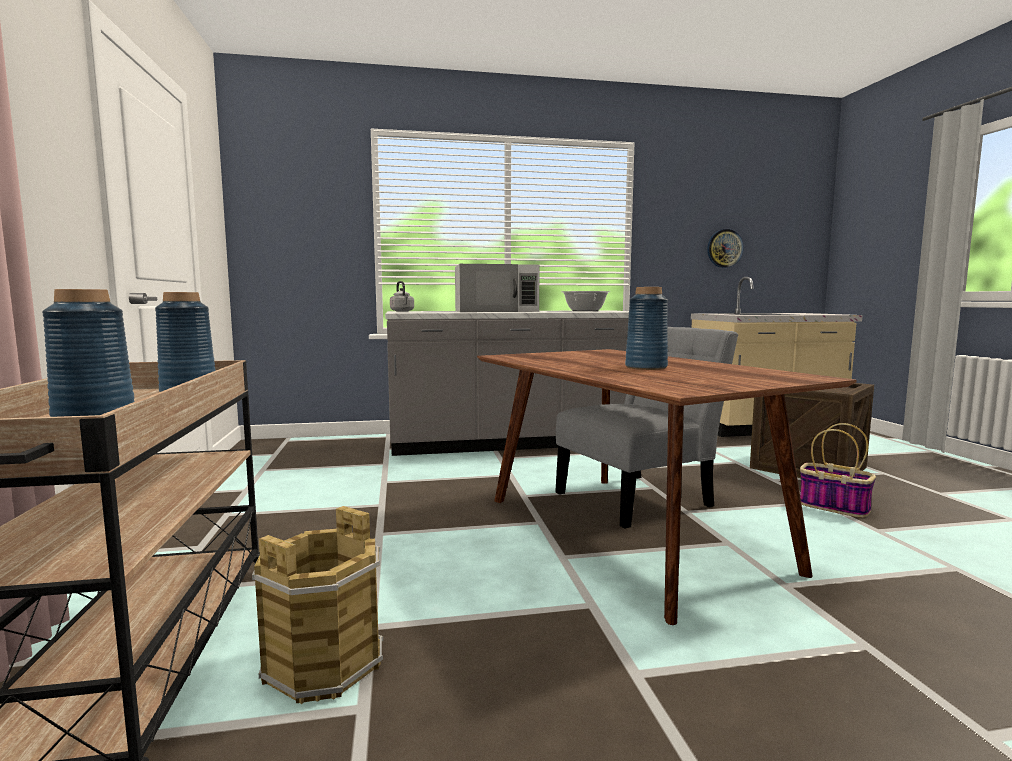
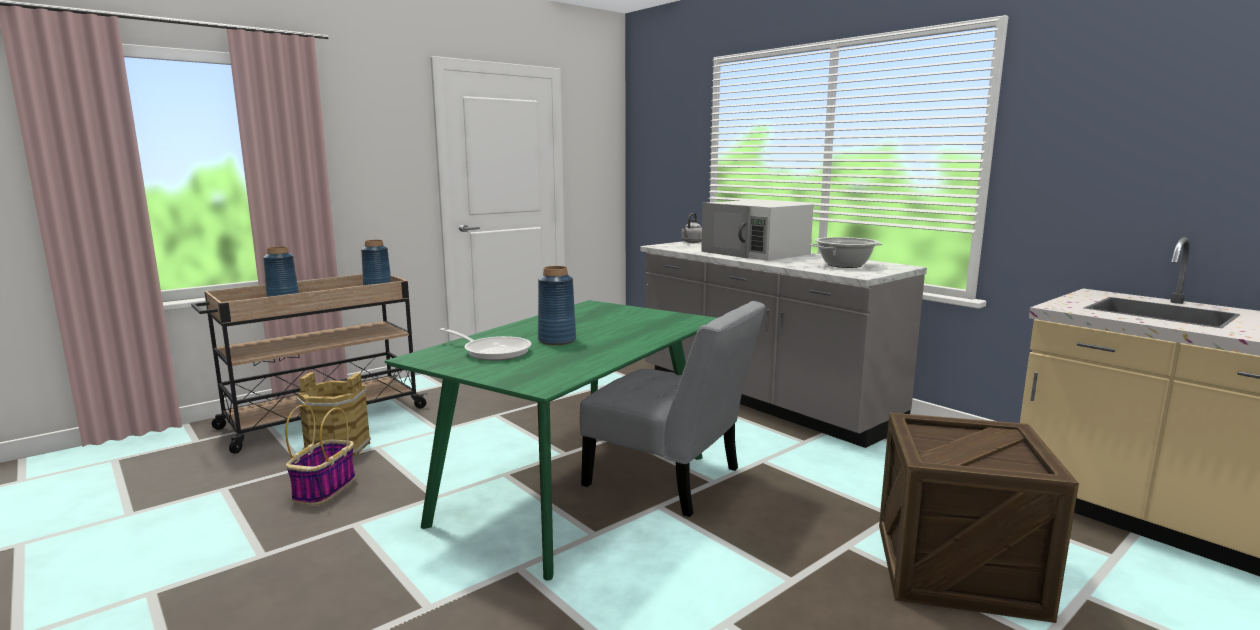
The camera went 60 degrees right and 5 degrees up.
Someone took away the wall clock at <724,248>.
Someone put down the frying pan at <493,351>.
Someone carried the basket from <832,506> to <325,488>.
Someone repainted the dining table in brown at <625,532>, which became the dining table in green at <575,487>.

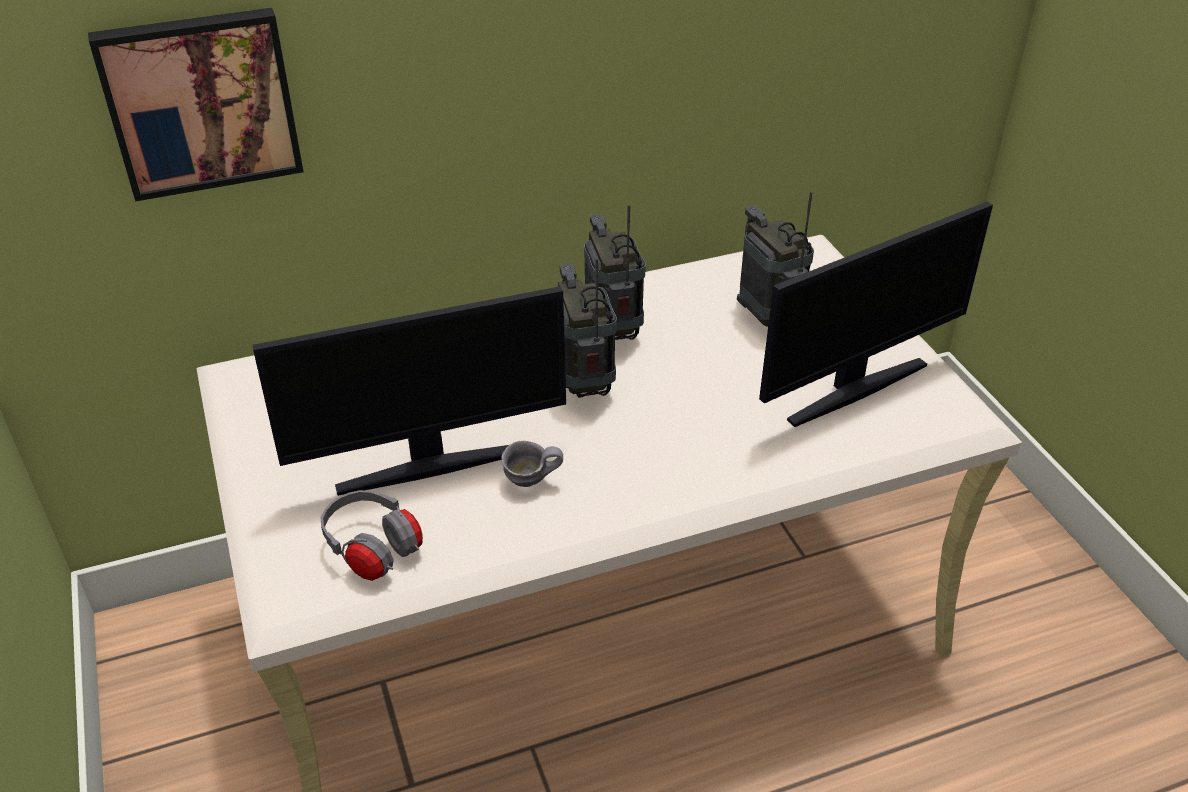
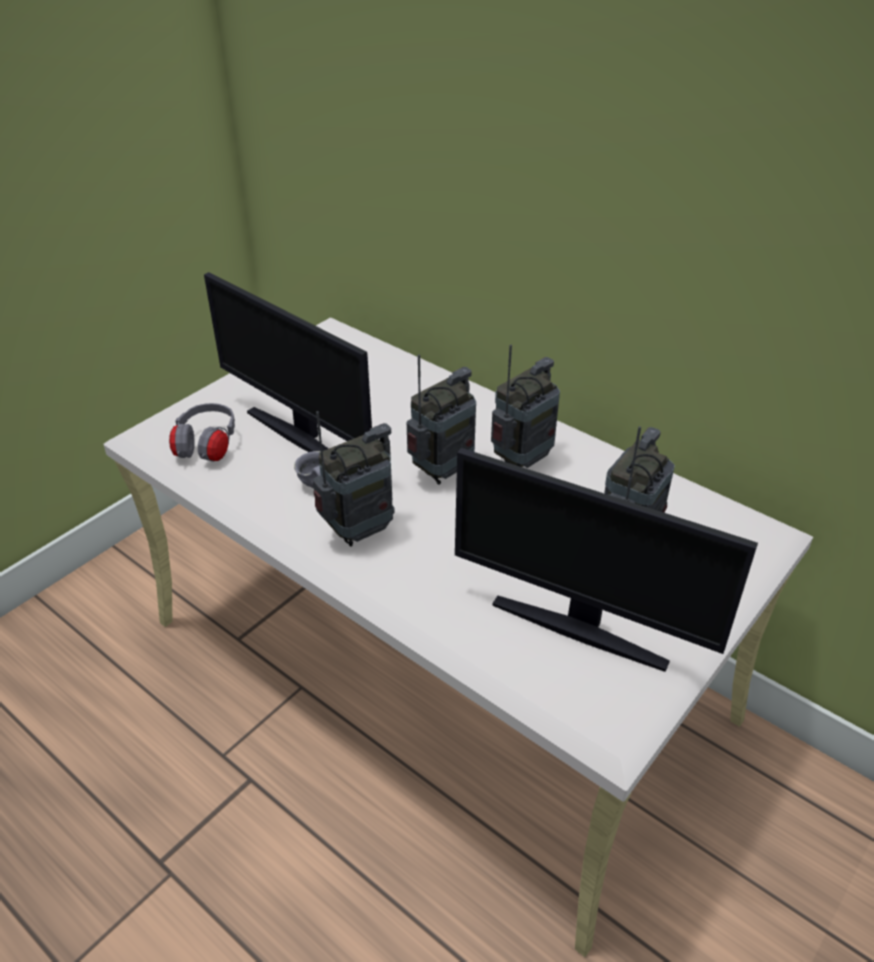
The camera went 60 degrees right and 0 degrees up.
Someone took away the picture at <201,102>.
Someone put down the radio at <360,532>.

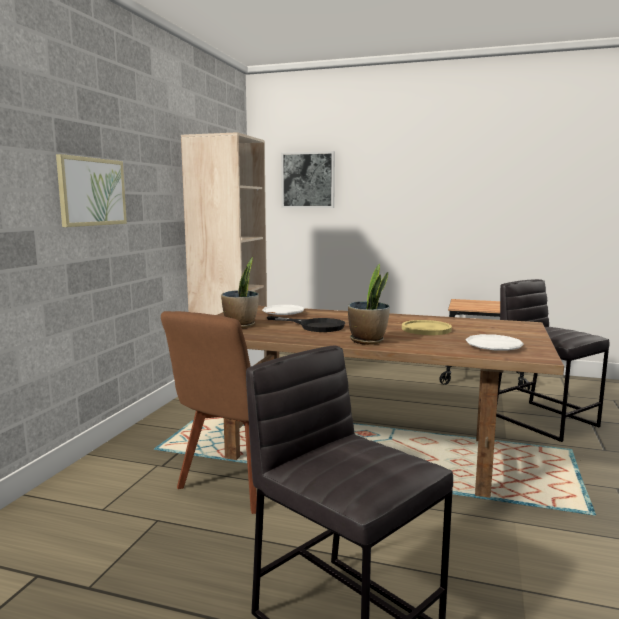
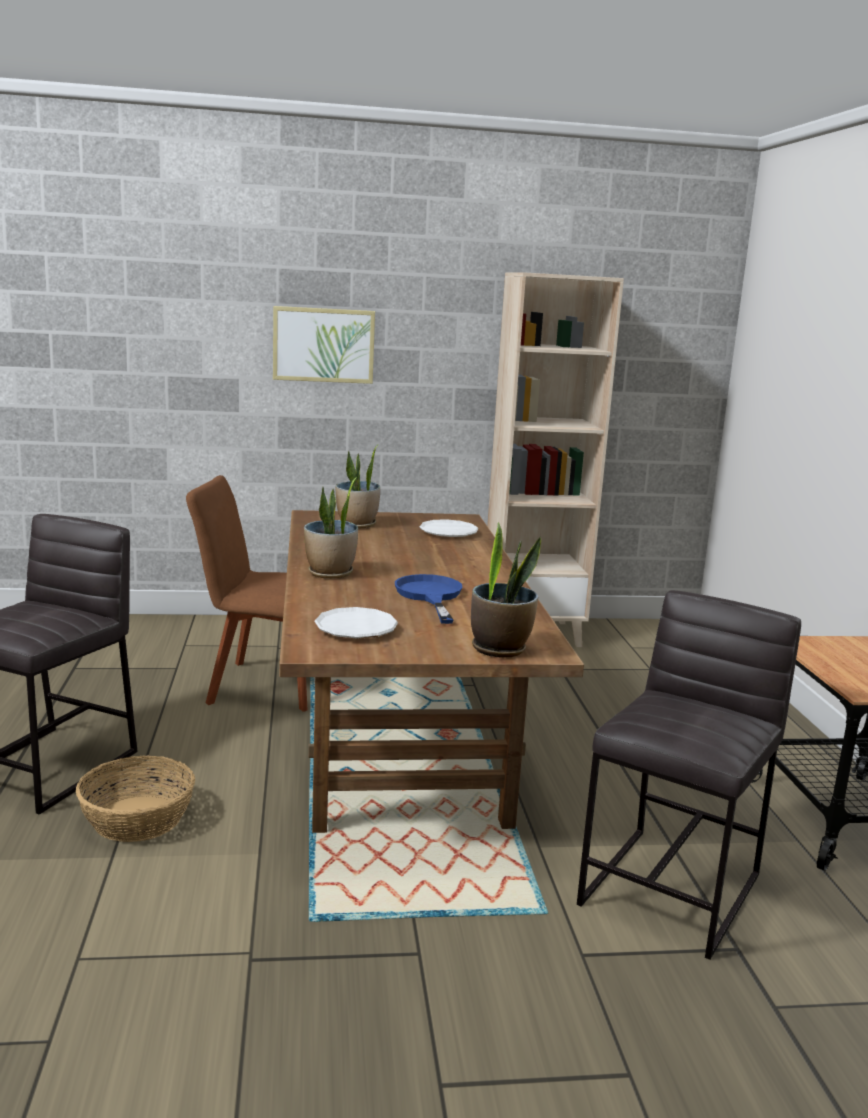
The camera went 65 degrees right and 5 degrees up.
Someone took away the frying pan in black at <315,326>.
Someone took away the picture at <308,180>.
Someone put down the basket at <137,818>.
Someone put down the potted plant at <500,648>.
Someone swapped the plate in yellow at <426,329> for the frying pan in blue at <430,596>.

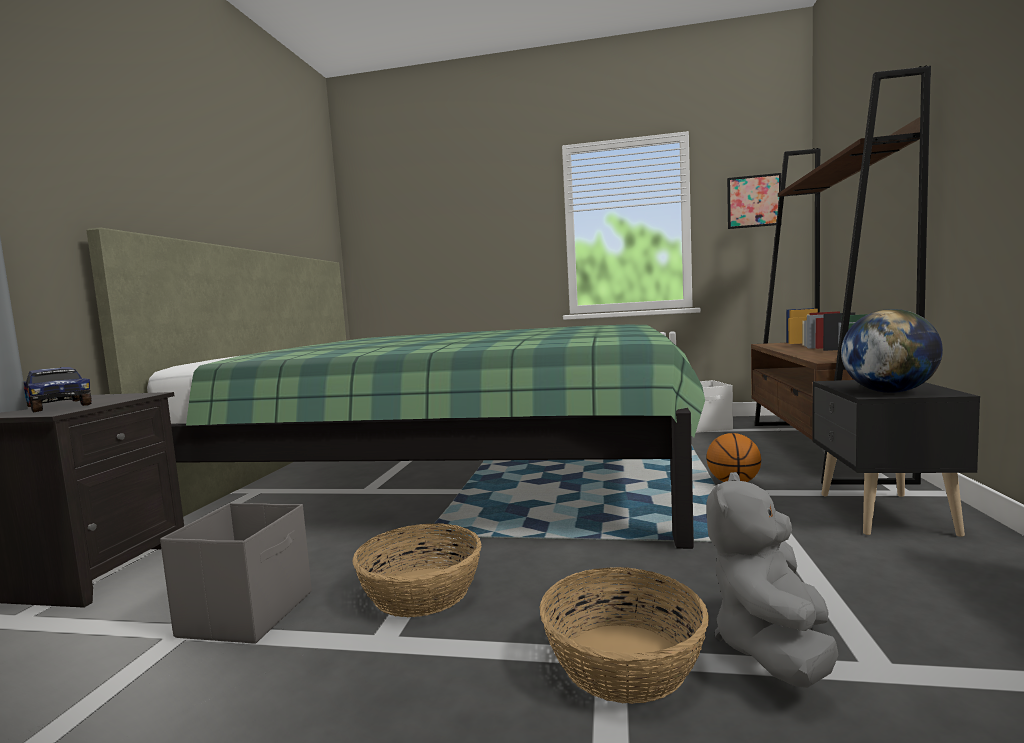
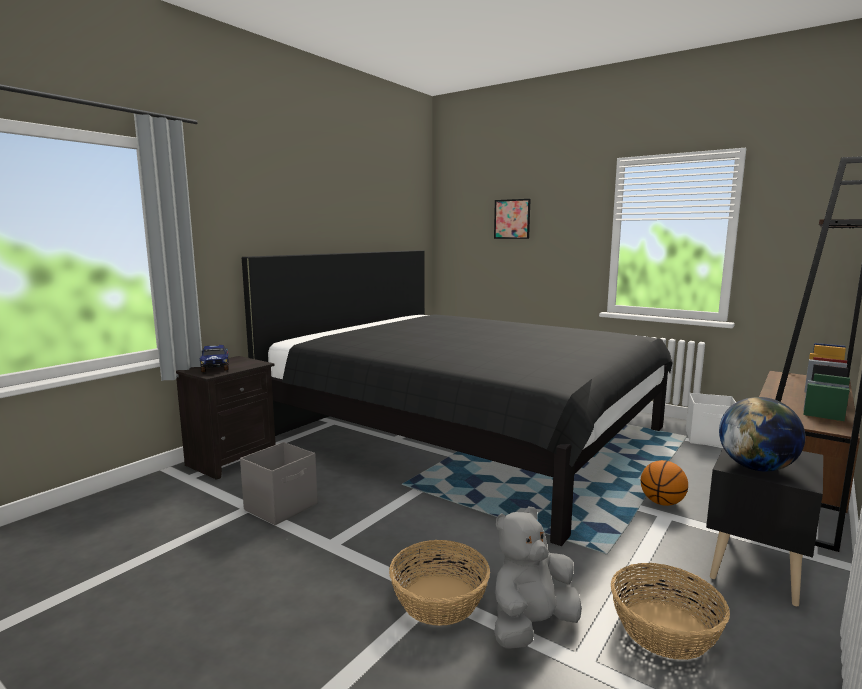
The camera went 25 degrees right and 5 degrees up.
Someone carried the basket from <422,592> to <665,630>.
Someone carried the picture from <753,201> to <512,219>.
Someone repainted the bed in green at <457,468>, which became the bed in black at <466,434>.

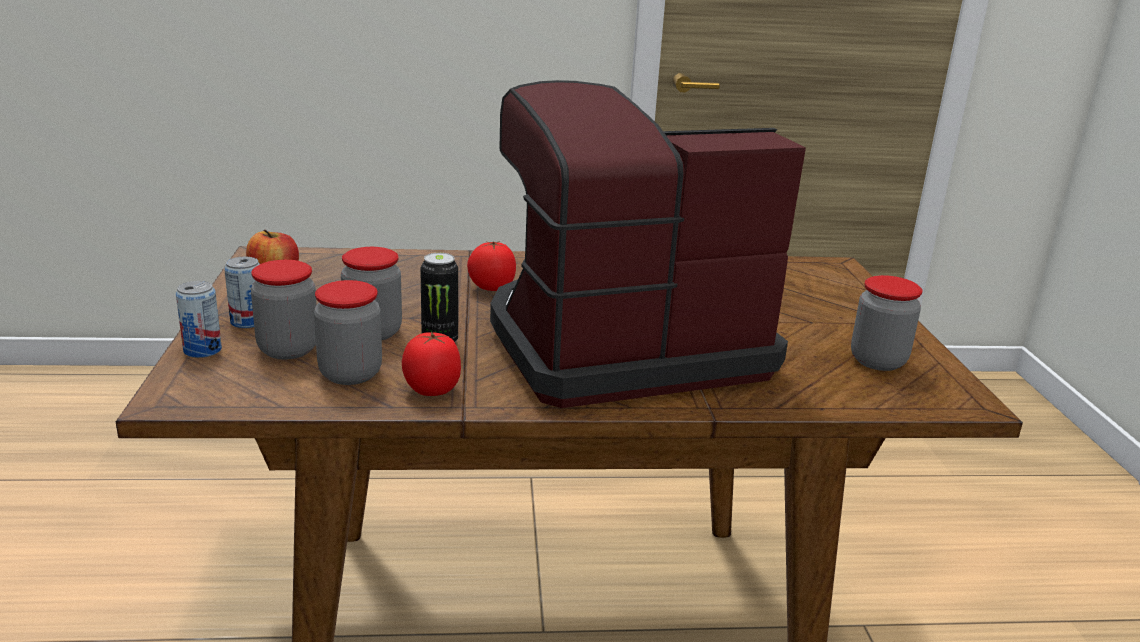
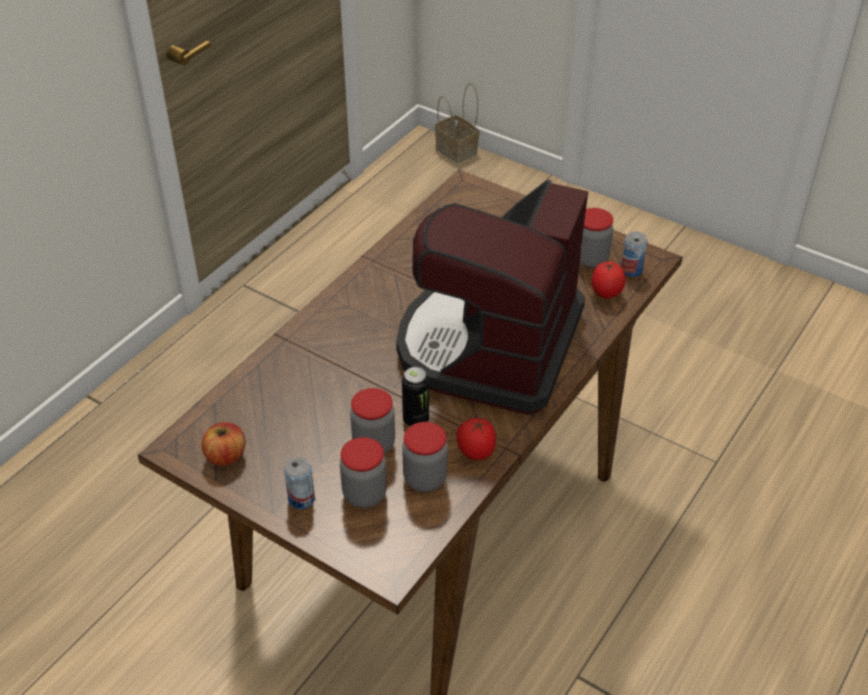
The camera went 50 degrees left and 20 degrees up.
Someone put down the basket at <458,151>.
Someone carried the can from <202,350> to <631,270>.
Someone carried the tomato from <491,289> to <606,294>.

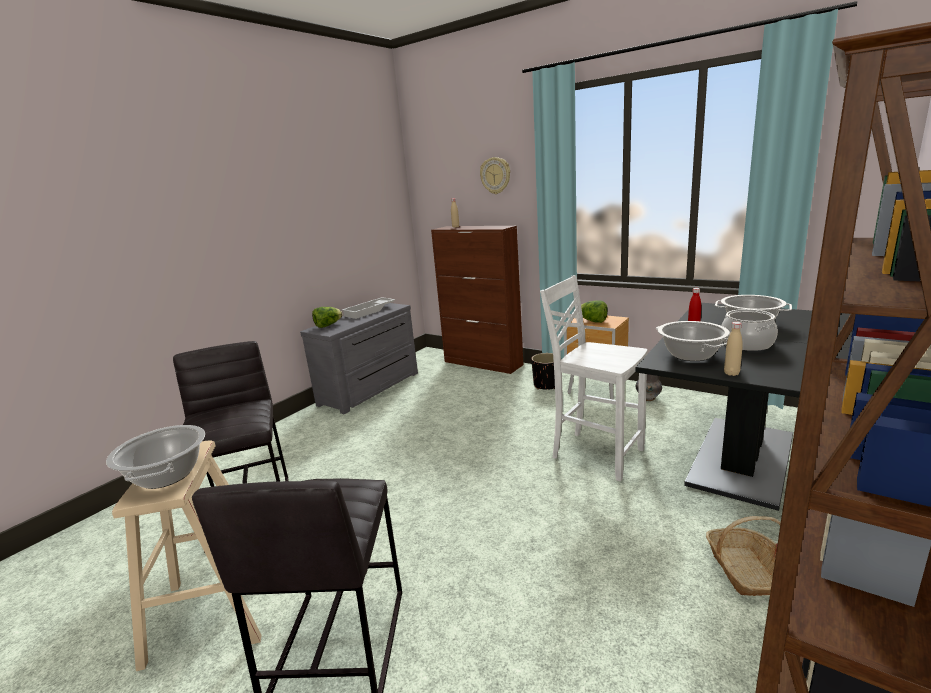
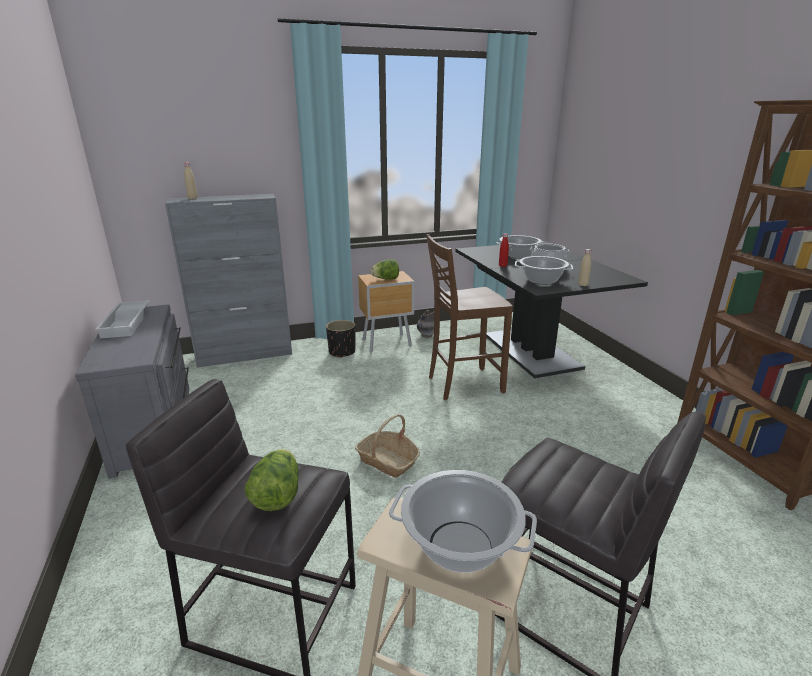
The camera went 55 degrees left and 5 degrees up.
Someone took away the wall clock at <495,175>.
Someone carried the lettuce from <328,325> to <277,495>.
Someone carried the basket from <745,570> to <388,461>.
Someone repainted the cabinet in brown at <483,363>, which became the cabinet in grey at <245,354>.
Someone repainted the chair in white at <595,454>, which became the chair in brown at <463,384>.

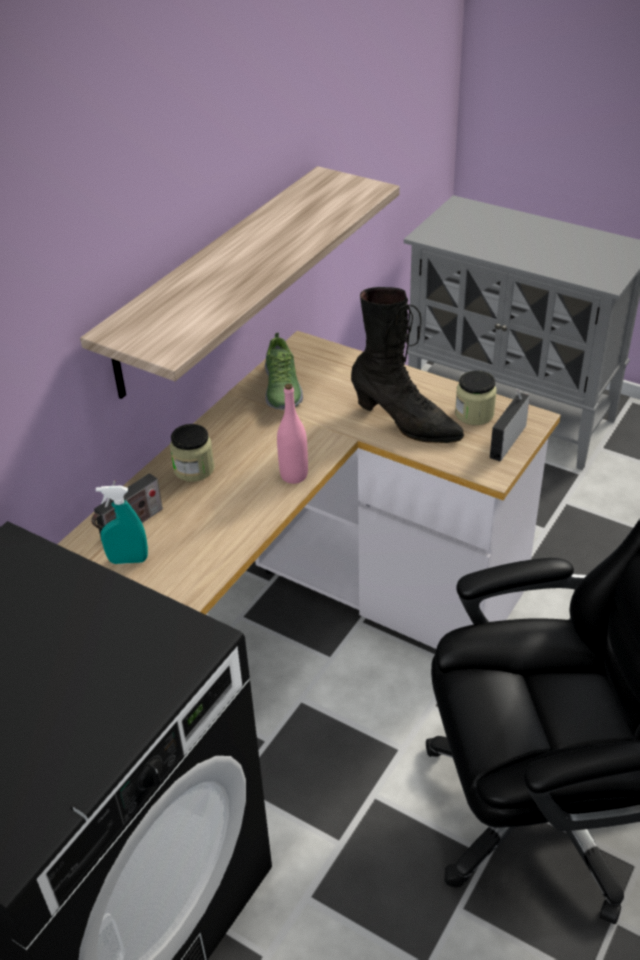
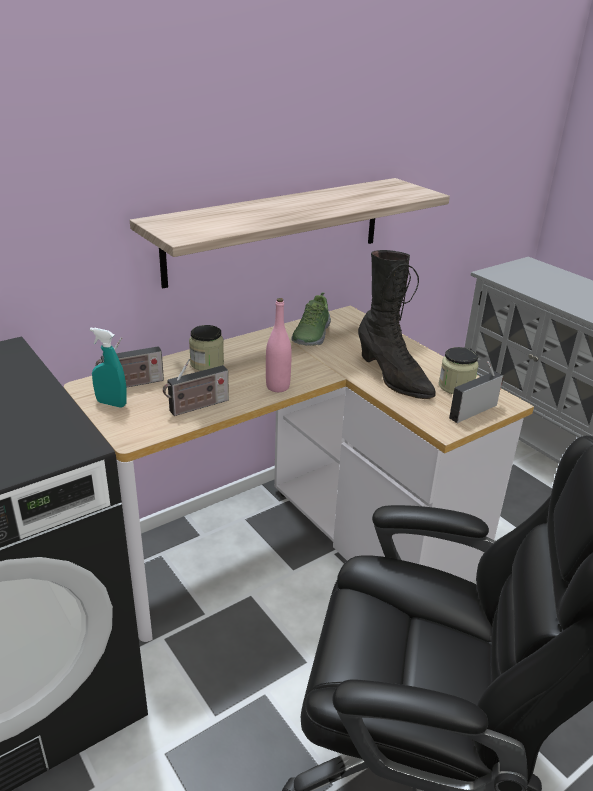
The camera went 20 degrees right and 10 degrees down.
Someone put down the radio at <197,407>.

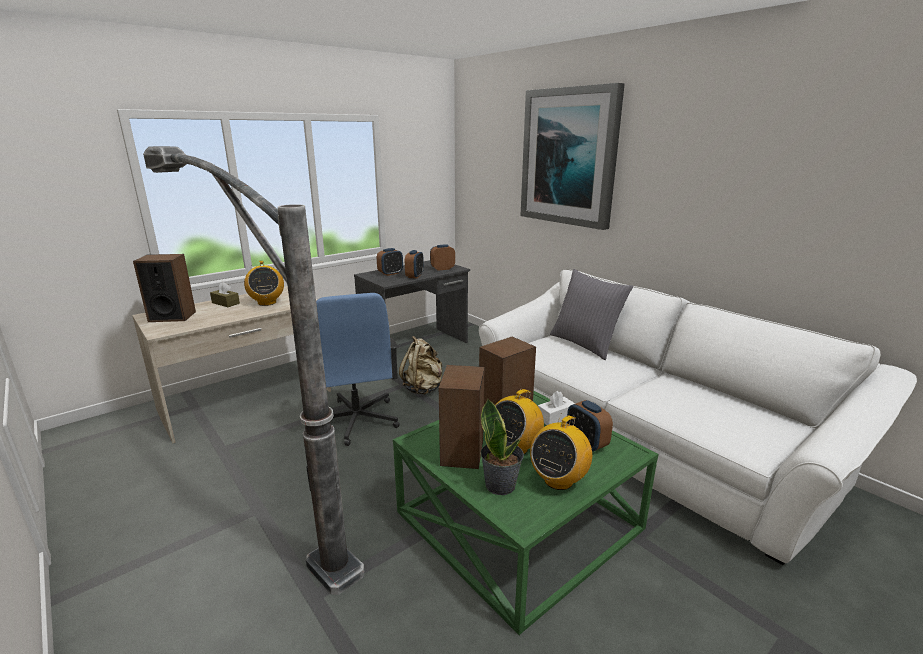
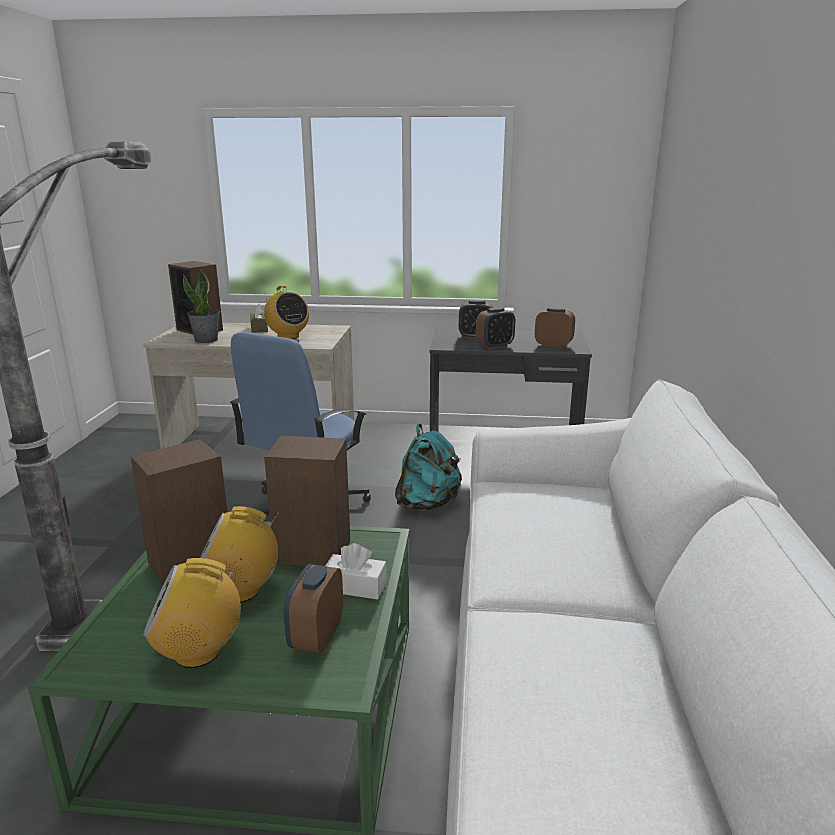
The camera went 45 degrees right and 0 degrees up.
Someone took away the picture at <569,157>.
Someone took away the pillow in grey at <585,344>.
Someone carried the potted plant from <500,485> to <206,340>.
Someone repainted the backpack in beige at <423,388>, which became the backpack in turquoise at <427,504>.
Someone rotated the radio at <267,302> by 60 degrees counterclockwise.

